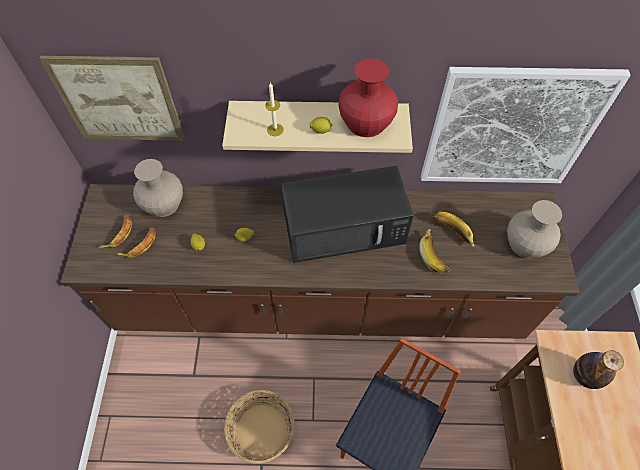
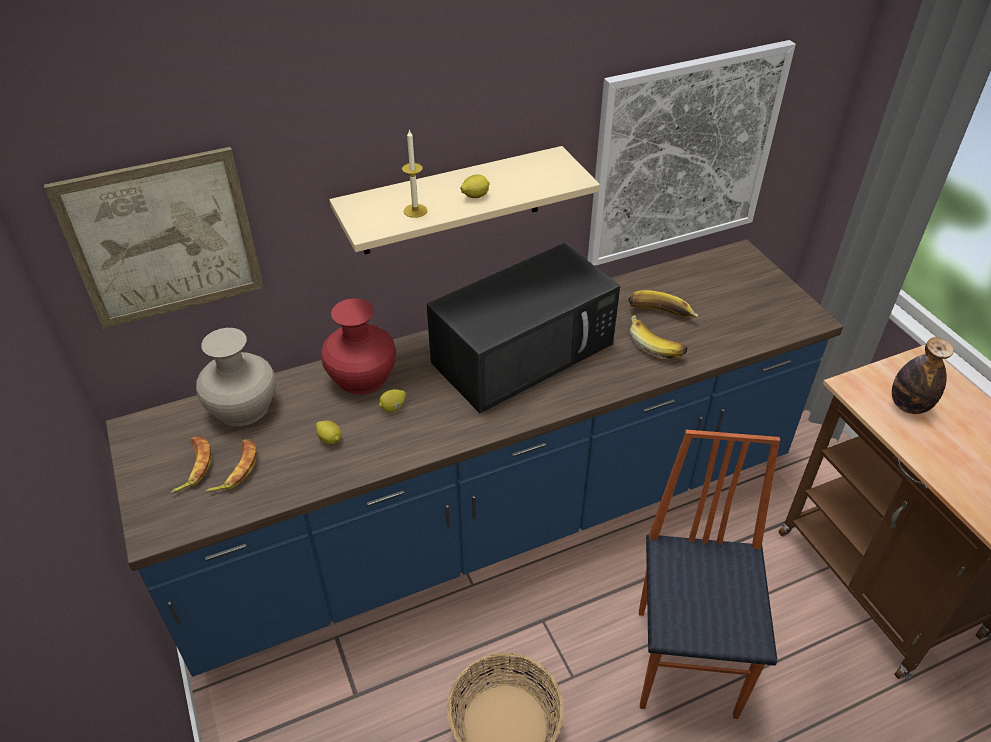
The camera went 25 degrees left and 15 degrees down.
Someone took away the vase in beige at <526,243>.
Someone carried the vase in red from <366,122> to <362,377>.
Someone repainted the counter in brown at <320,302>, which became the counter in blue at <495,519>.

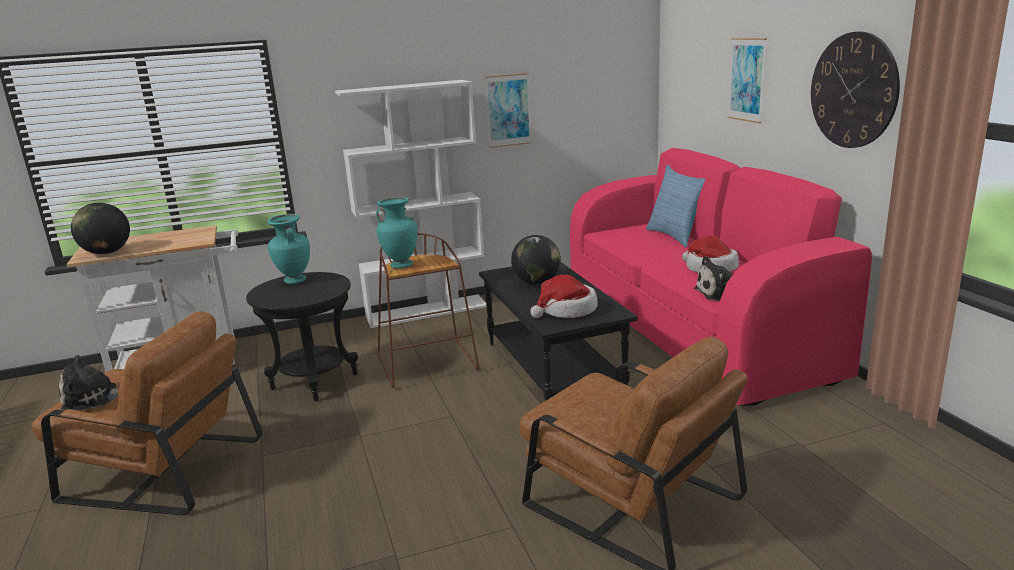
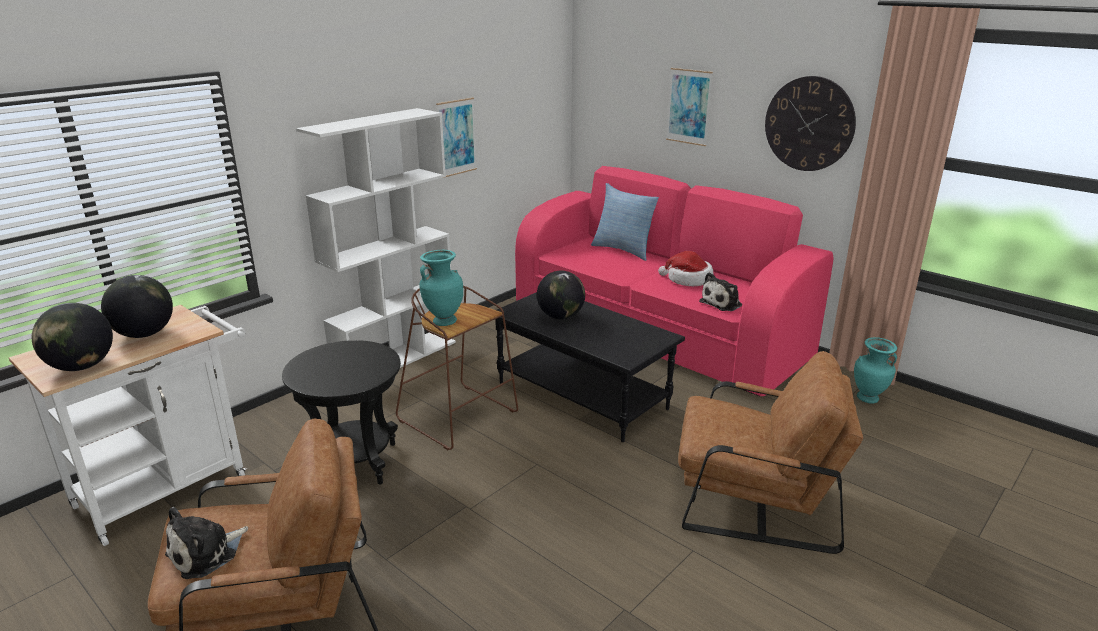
The camera went 30 degrees left and 5 degrees up.
Someone took away the hat at <566,310>.
Someone put down the globe at <144,334>.
Someone carried the vase in turquoise from <294,281> to <867,399>.

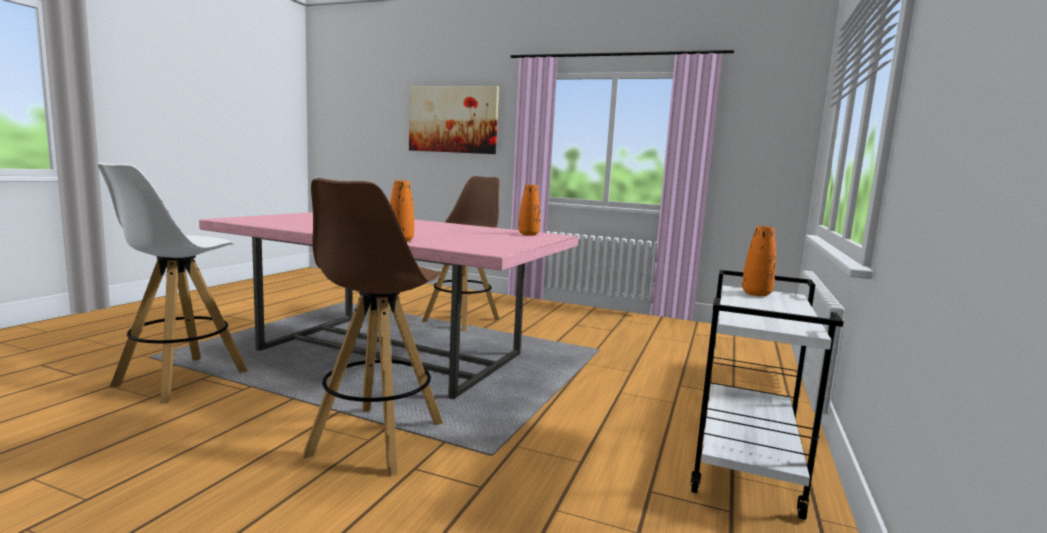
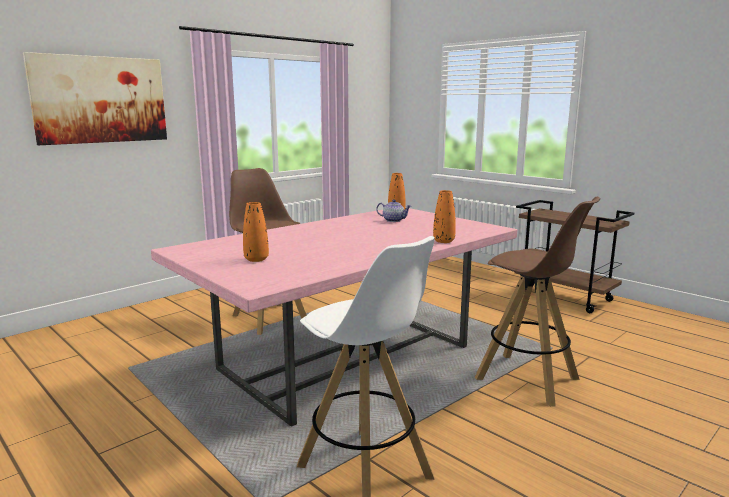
The camera went 65 degrees left and 5 degrees up.
Someone put down the teapot at <394,220>.
Someone carried the vase in orange from <756,294> to <256,259>.
Someone repainted the cart in white at <746,467>, which became the cart in brown at <565,297>.

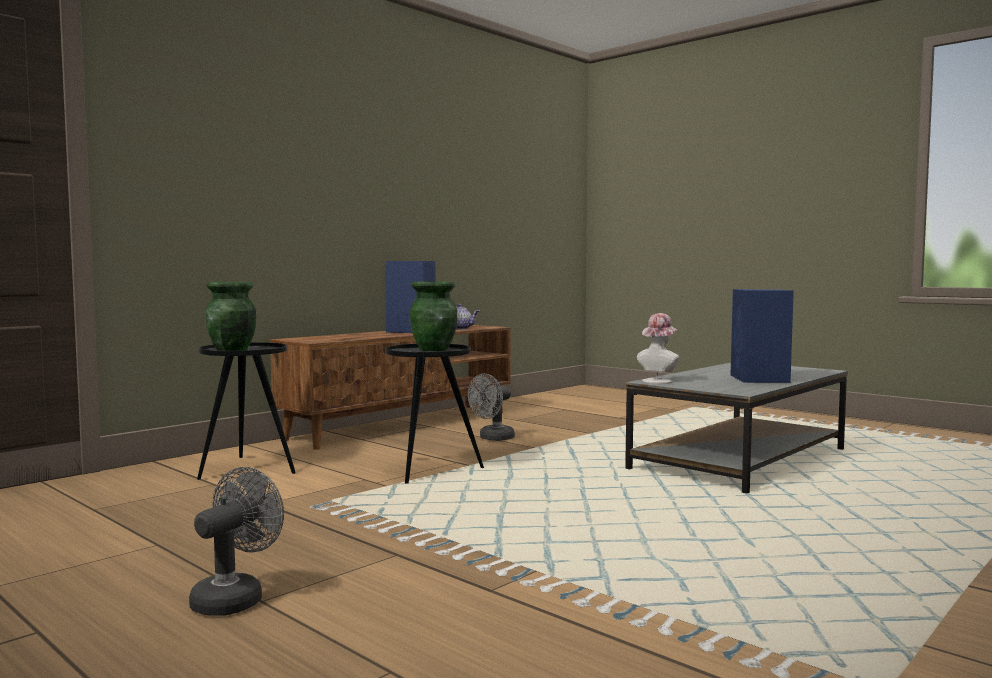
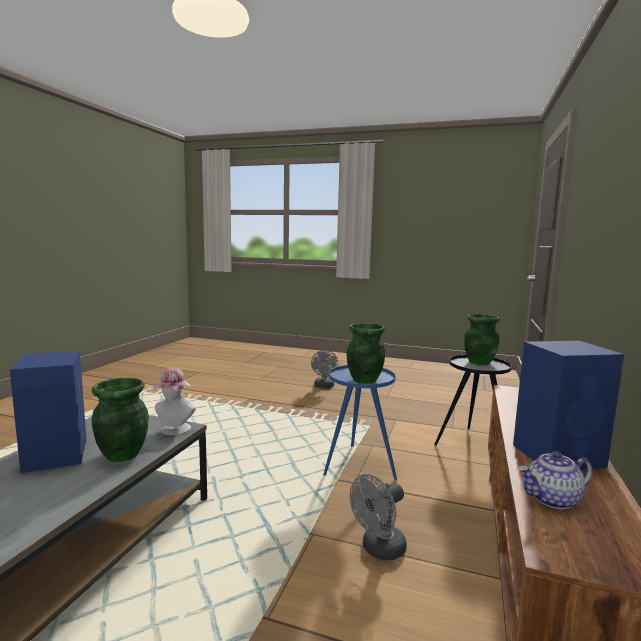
The camera went 155 degrees right and 5 degrees up.
Someone put down the vase in green at <122,455>.
Someone repainted the side table in black at <428,471>, which became the side table in blue at <358,464>.
Someone rotated the fan in grey at <492,438> by 150 degrees counterclockwise.

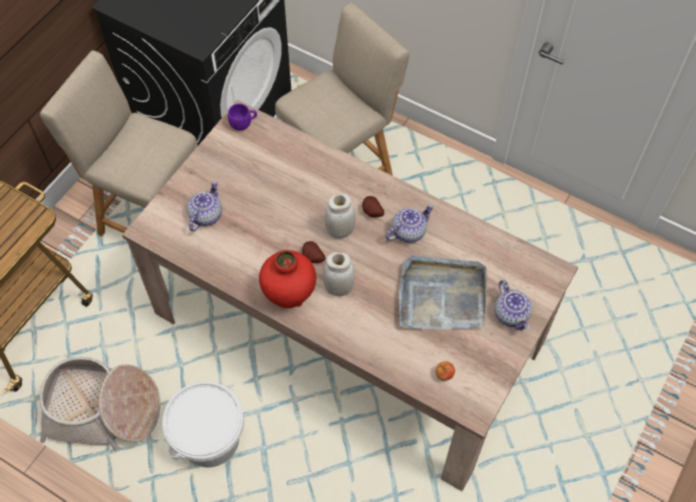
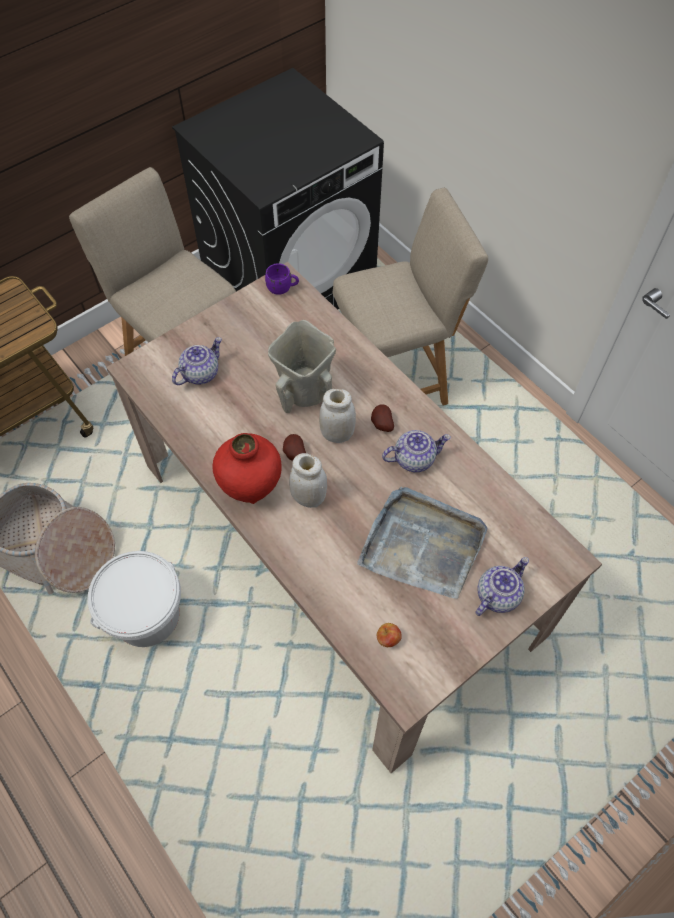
The camera went 20 degrees right and 0 degrees up.
Someone put down the vase in beige at <304,392>.
Someone rotated the teapot at <511,315> by 135 degrees counterclockwise.

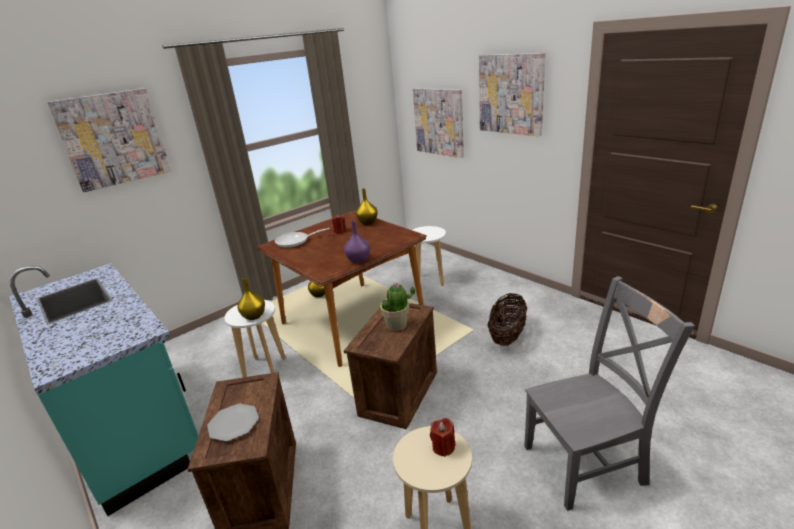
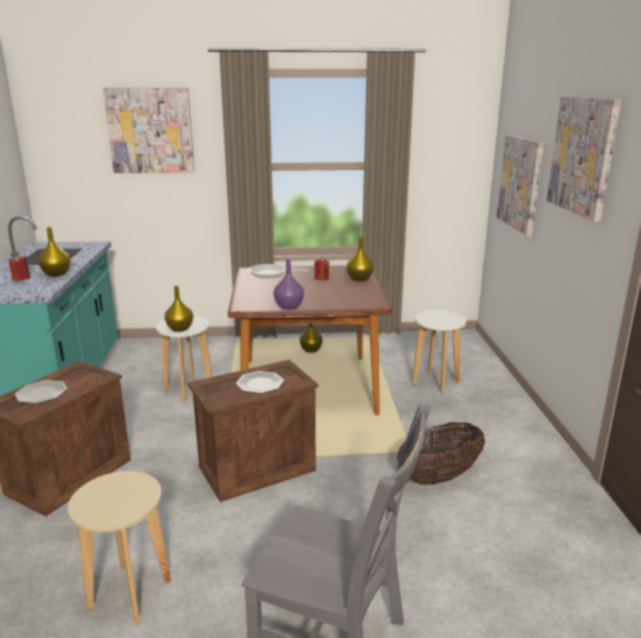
The camera went 35 degrees right and 5 degrees down.
Someone put down the vase in yellow at <56,274>.
Someone carried the candle in red from <443,447> to <21,278>.
Someone swapped the potted plant at <397,325> for the plate at <260,383>.

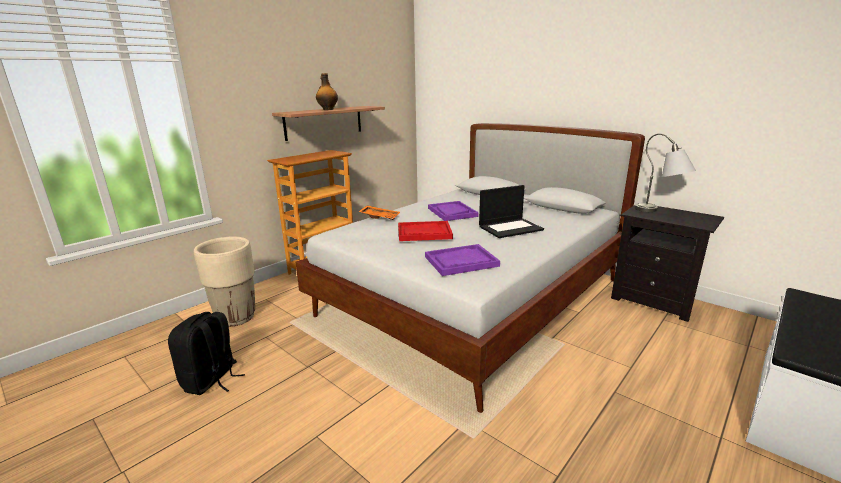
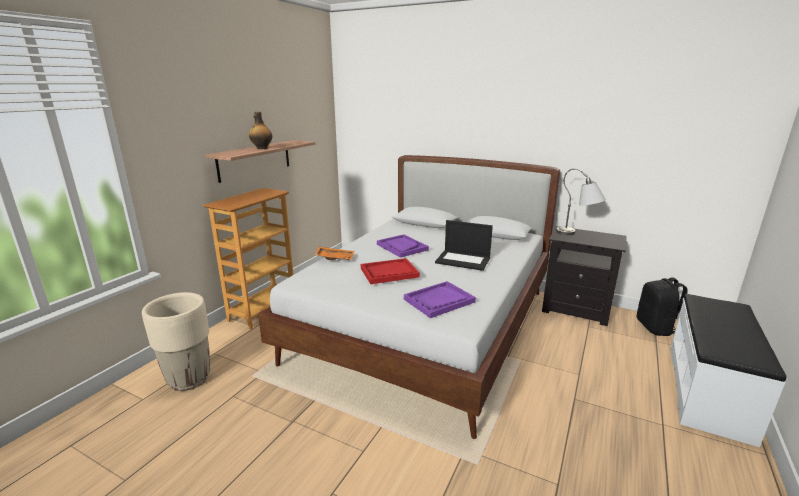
The camera went 15 degrees left and 0 degrees up.
Someone carried the backpack in black from <211,380> to <656,328>.
Someone rotated the laptop at <510,228> by 60 degrees clockwise.

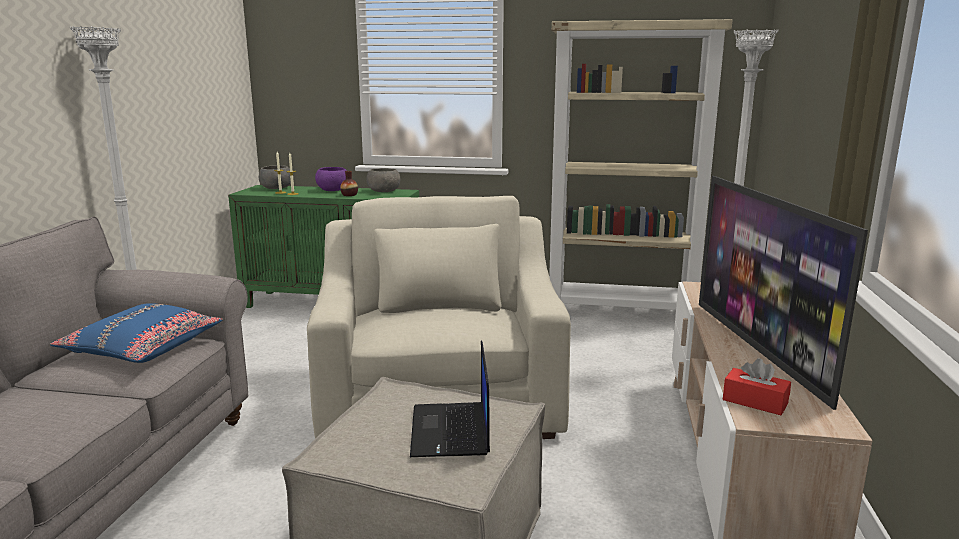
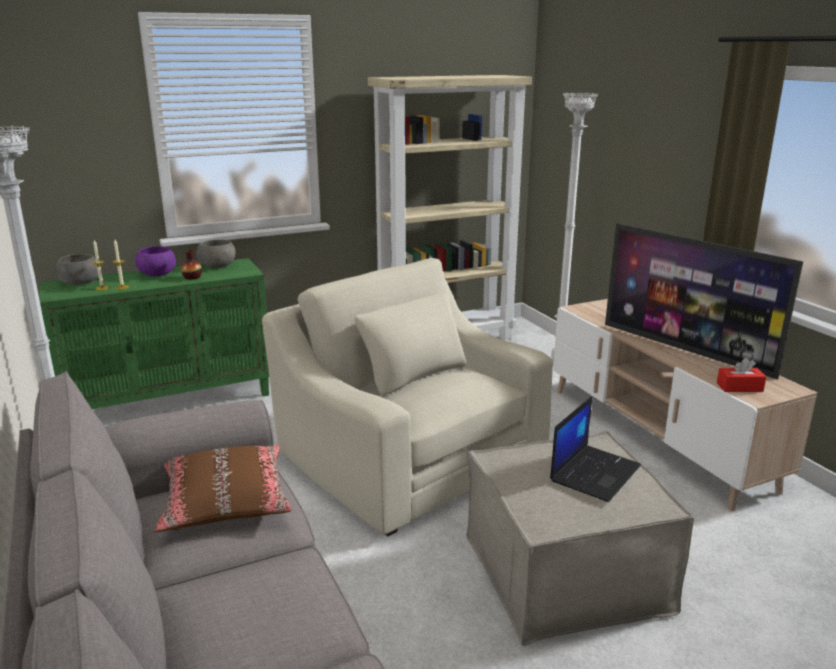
The camera went 35 degrees left and 5 degrees up.
Someone repainted the pillow in blue at <143,347>, which became the pillow in brown at <224,500>.
Someone rotated the laptop at <451,431> by 105 degrees counterclockwise.

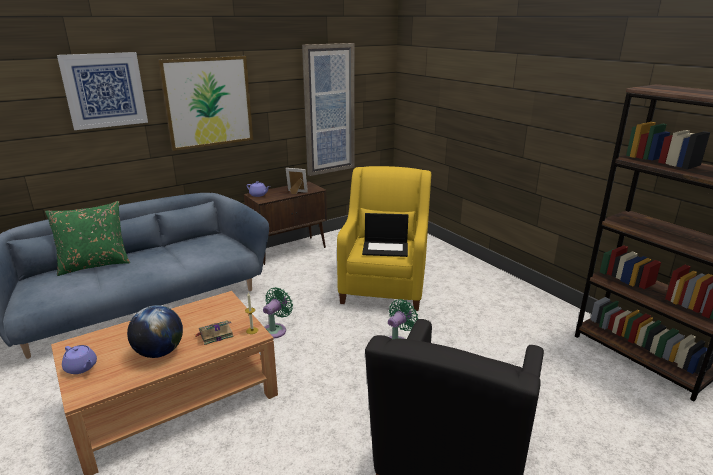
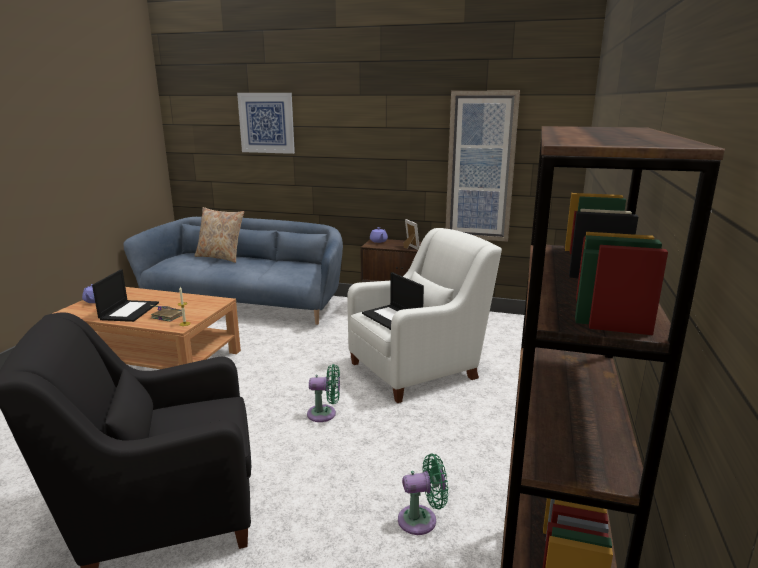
The camera went 50 degrees right and 5 degrees down.
Someone took away the picture at <208,102>.
Someone carried the fan in green from <276,330> to <421,519>.
Someone swapped the globe at <159,352> for the laptop at <129,311>.
Someone repainted the pillow in green at <95,264>, which became the pillow in beige at <221,257>.
Someone repainted the armchair in yellow at <384,284>, which became the armchair in white at <418,369>.

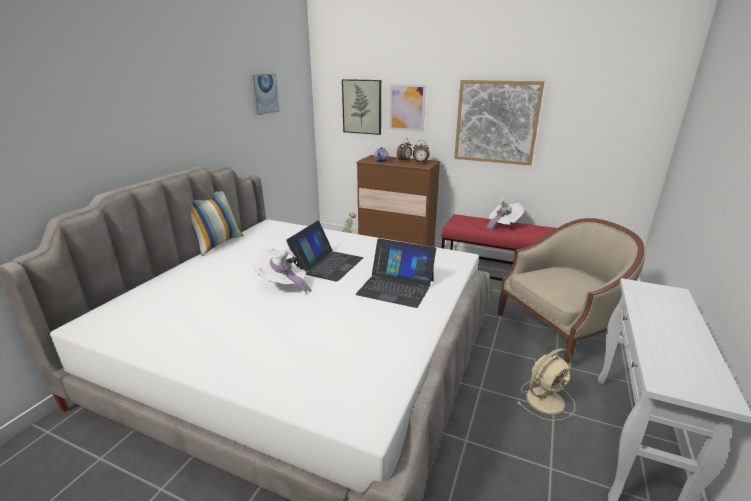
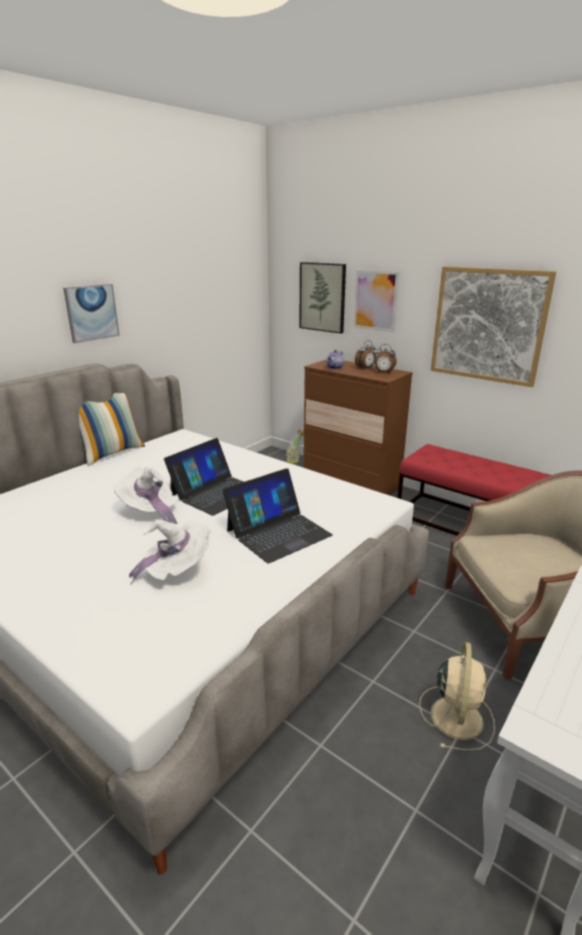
The camera went 15 degrees right and 0 degrees up.
Someone carried the picture from <264,94> to <91,312>.
Someone carried the hat in white from <502,225> to <177,571>.
Someone rotated the laptop at <396,287> by 75 degrees counterclockwise.
Someone rotated the fan in beige at <546,399> by 60 degrees counterclockwise.

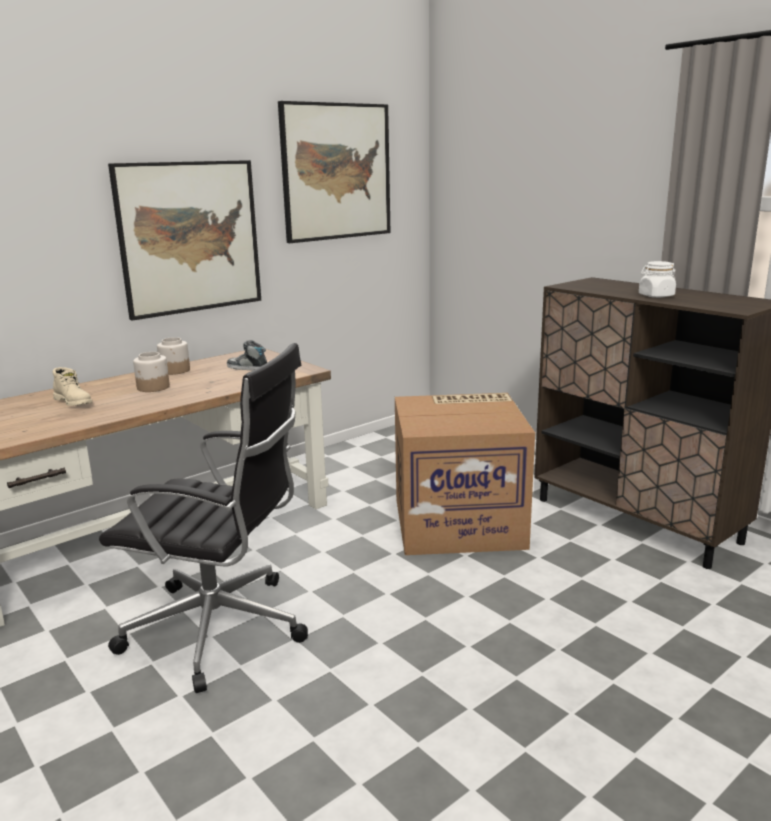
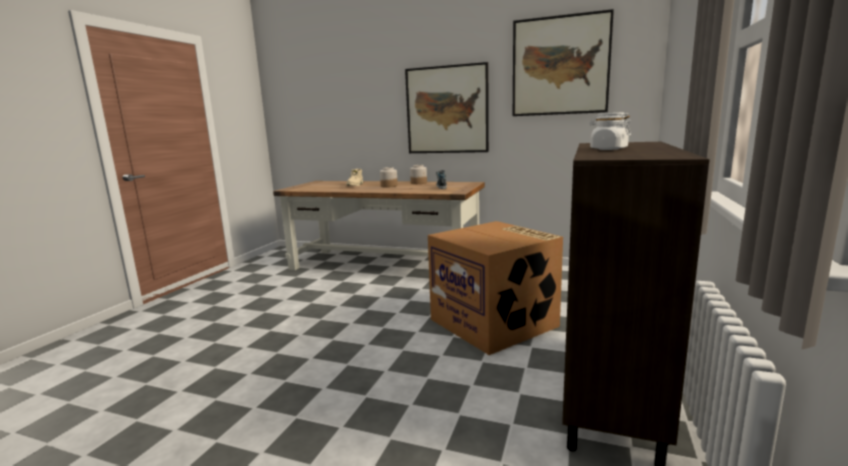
The camera went 60 degrees right and 5 degrees down.
Someone took away the office chair in black at <221,629>.

